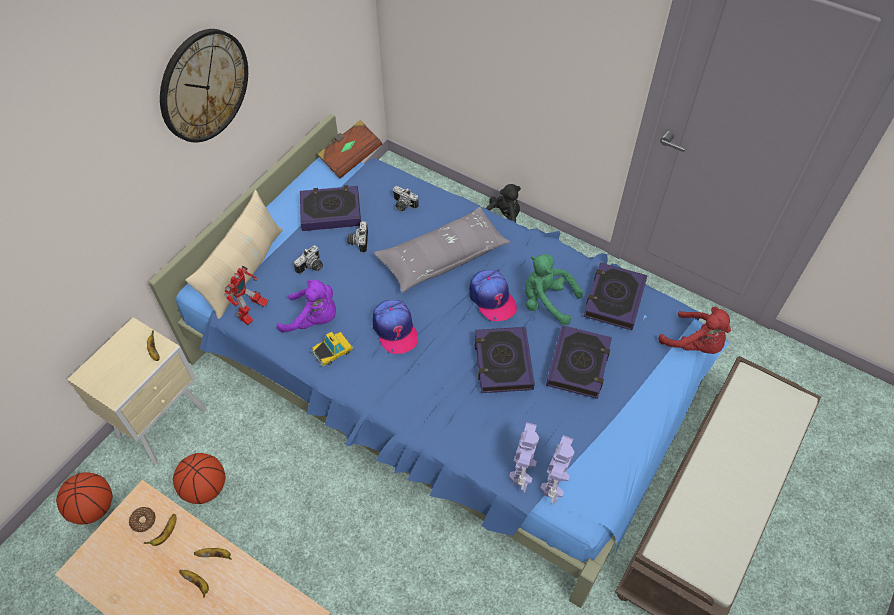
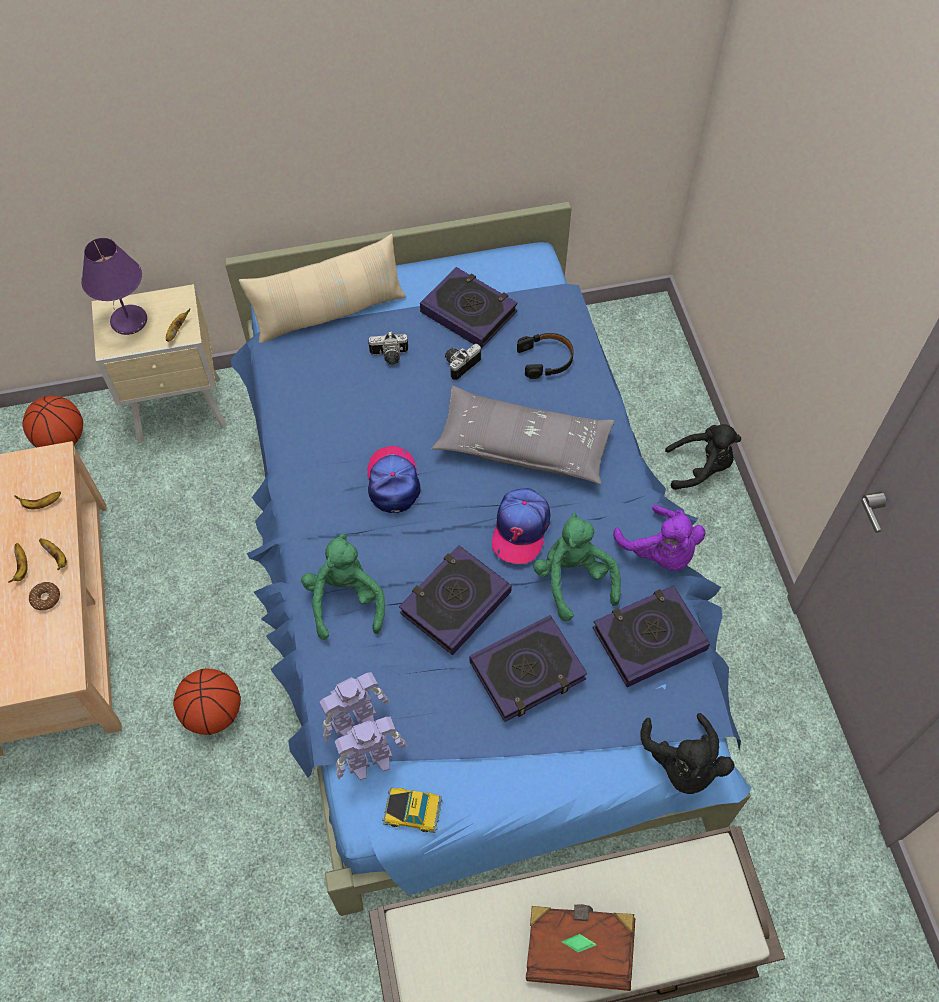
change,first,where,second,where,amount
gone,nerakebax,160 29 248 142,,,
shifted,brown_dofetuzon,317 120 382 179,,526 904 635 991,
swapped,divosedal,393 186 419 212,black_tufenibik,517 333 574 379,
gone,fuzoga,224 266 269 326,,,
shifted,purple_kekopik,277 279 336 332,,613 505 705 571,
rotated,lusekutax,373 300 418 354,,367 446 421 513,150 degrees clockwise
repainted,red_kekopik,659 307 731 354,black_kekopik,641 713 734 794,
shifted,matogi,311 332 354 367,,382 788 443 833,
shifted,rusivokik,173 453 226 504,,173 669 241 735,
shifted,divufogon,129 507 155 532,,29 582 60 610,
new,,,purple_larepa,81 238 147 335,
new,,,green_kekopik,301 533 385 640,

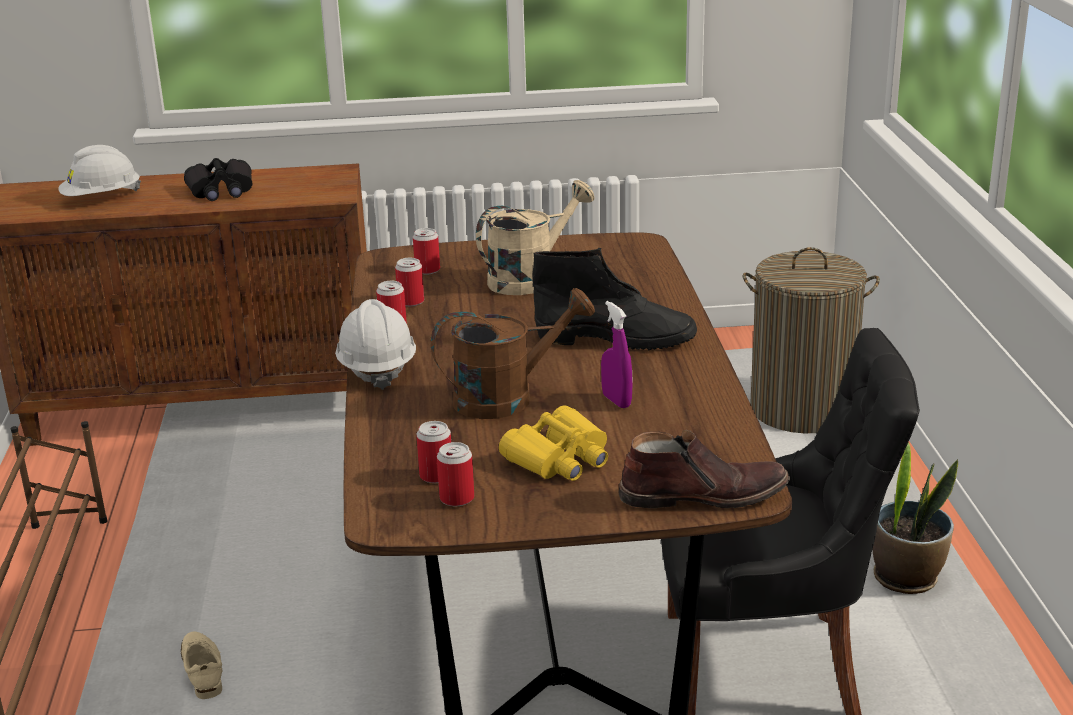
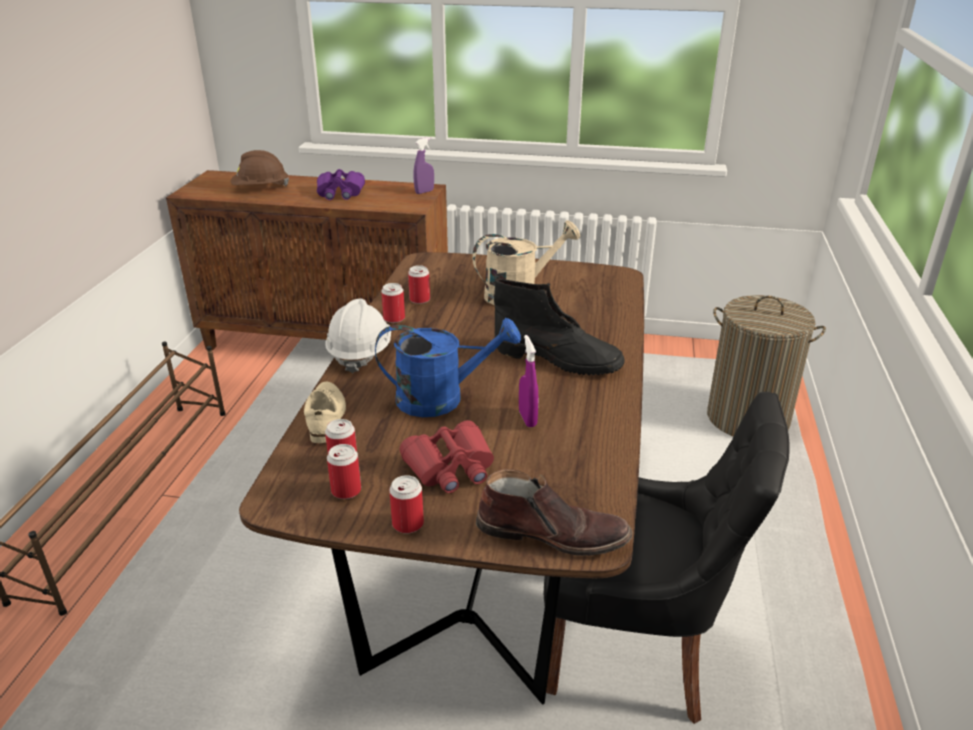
change,first,where,second,where,amount
repainted,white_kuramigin,58 145 141 196,brown_kuramigin,230 150 289 186,
repainted,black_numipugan,184 158 252 201,purple_numipugan,317 169 365 200,
shifted,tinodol,413 228 440 274,,389 475 424 534,
repainted,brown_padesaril,431 288 595 419,blue_padesaril,375 318 521 417,
repainted,yellow_numipugan,499 405 608 481,red_numipugan,400 420 494 493,
gone,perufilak,873 442 958 594,,,
shifted,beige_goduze,181 631 222 699,,304 382 346 443,
new,,,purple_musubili,414 137 434 194,

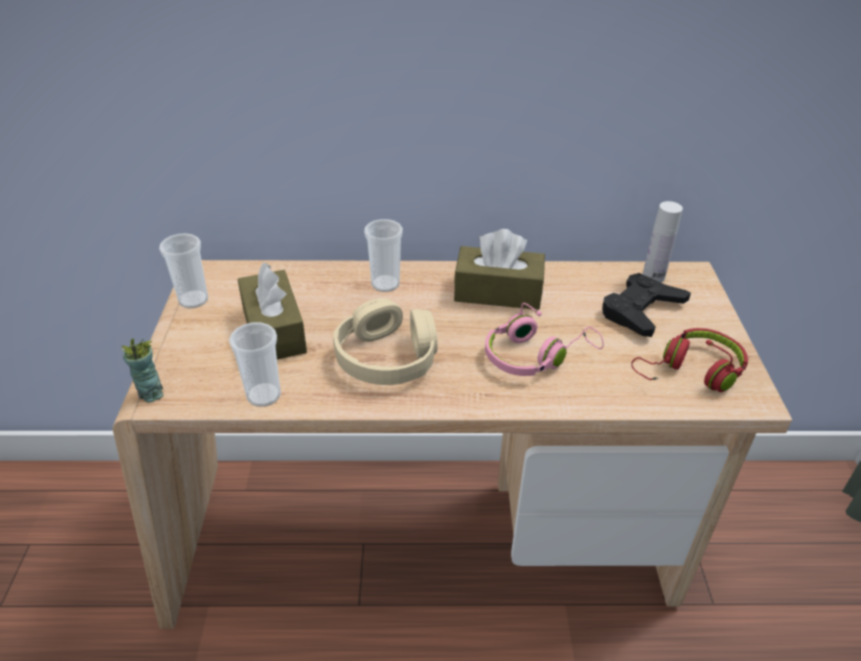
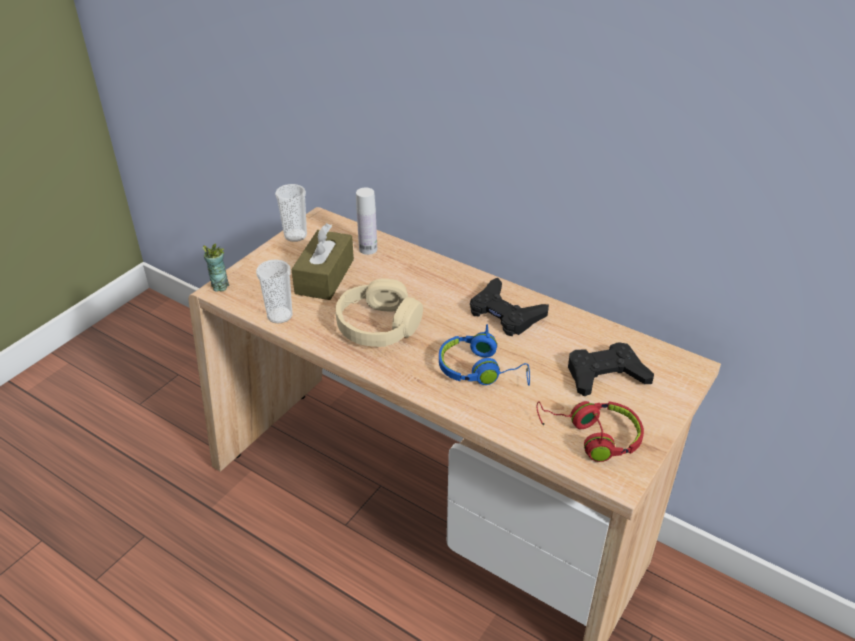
change,first,where,second,where,amount
shifted,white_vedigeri,642 201 683 283,,356 187 377 255,
gone,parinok,364 219 403 292,,,
swapped,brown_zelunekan,454 229 545 310,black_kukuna,470 278 549 336,
repainted,pink_tufenibik,485 303 604 376,blue_tufenibik,439 324 530 386,

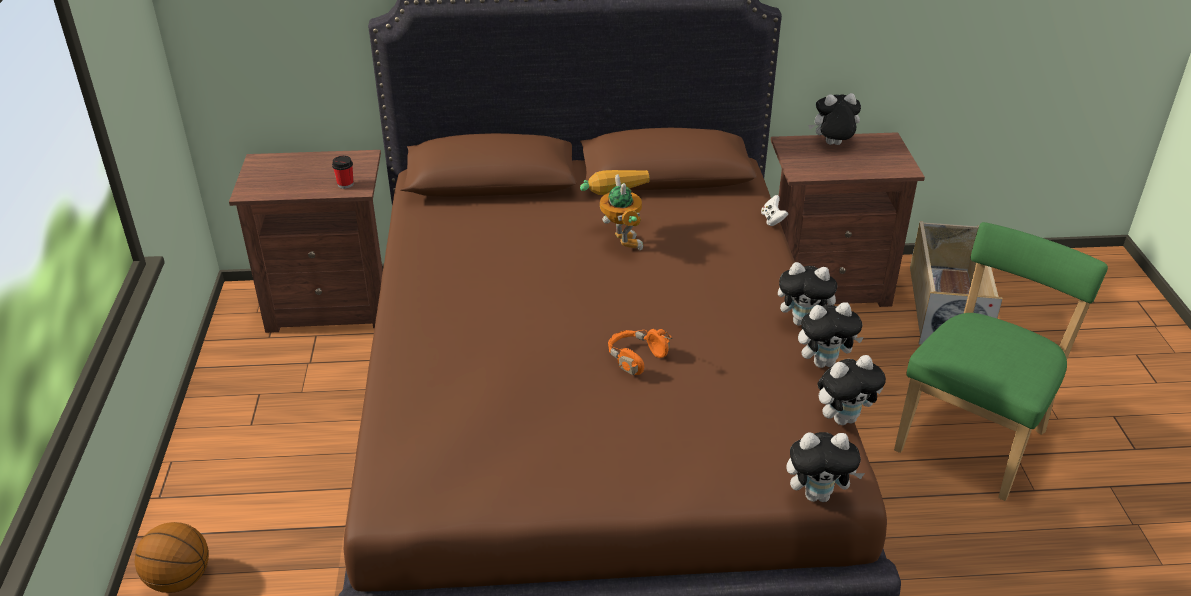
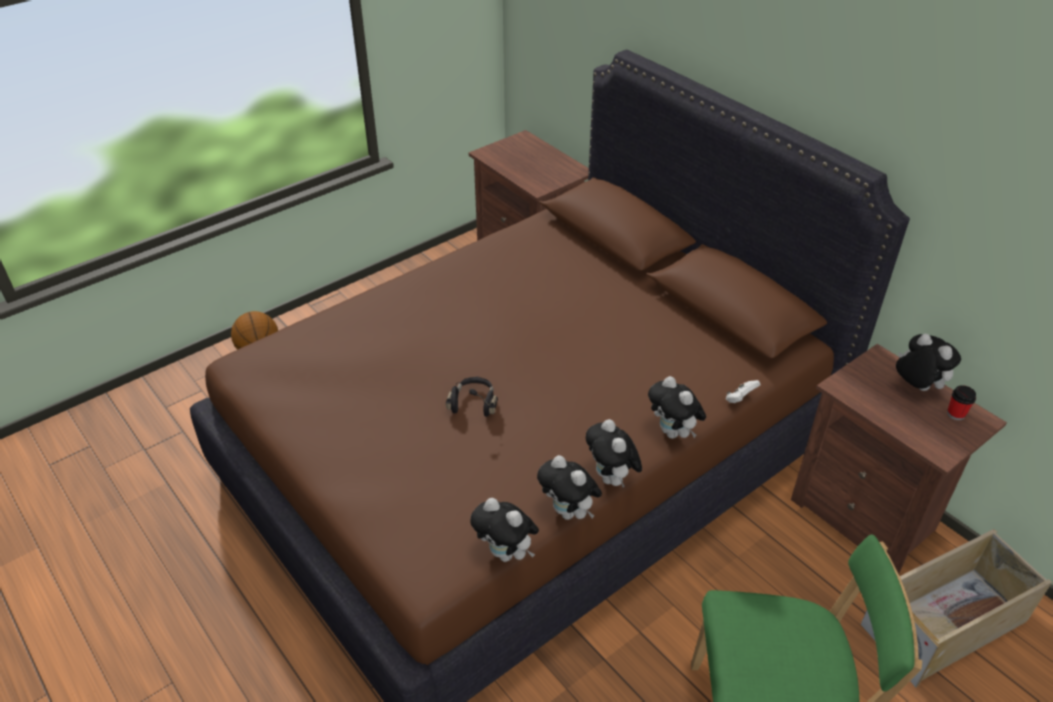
change,first,where,second,where,amount
shifted,parinok,332 156 353 189,,947 385 976 421,
gone,fuzoga,580 170 650 250,,,
repainted,orange_tufenibik,608 329 672 375,black_tufenibik,446 377 498 417,
shifted,kekopik,786 432 865 502,,648 376 706 439,

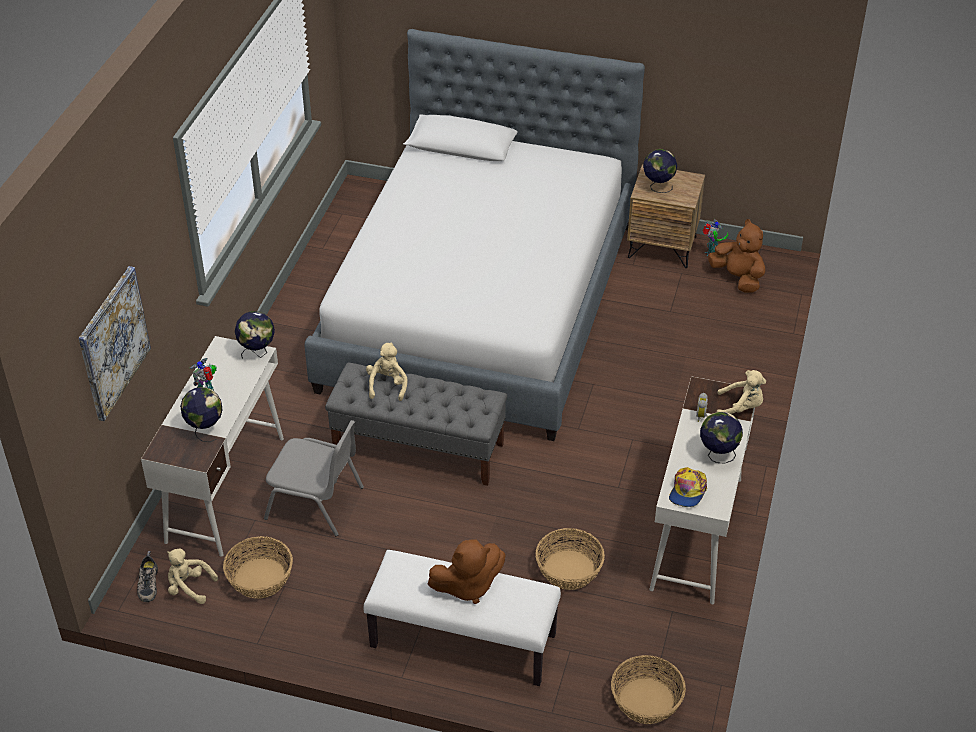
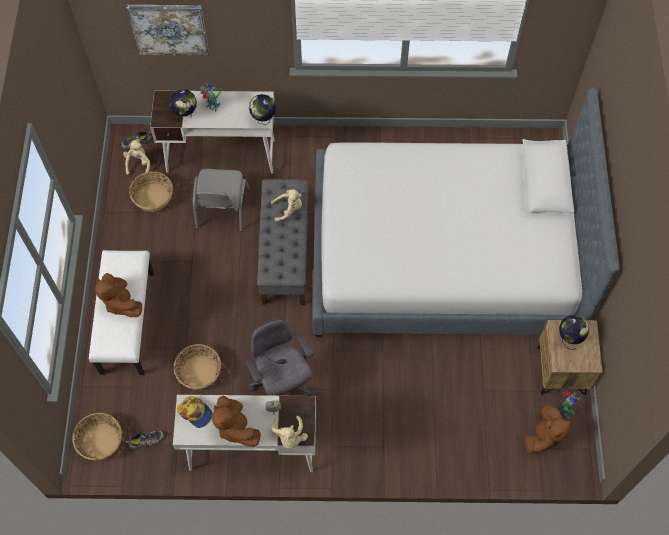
change,first,where,second,where,amount
swapped,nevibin,700 412 743 463,brown_kekopik,212 395 261 447,
rotated,lusekutax,669 467 707 507,,177 396 212 428,150 degrees counterclockwise
new,,,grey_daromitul,245 318 314 396,
new,,,goduze,125 431 164 449,

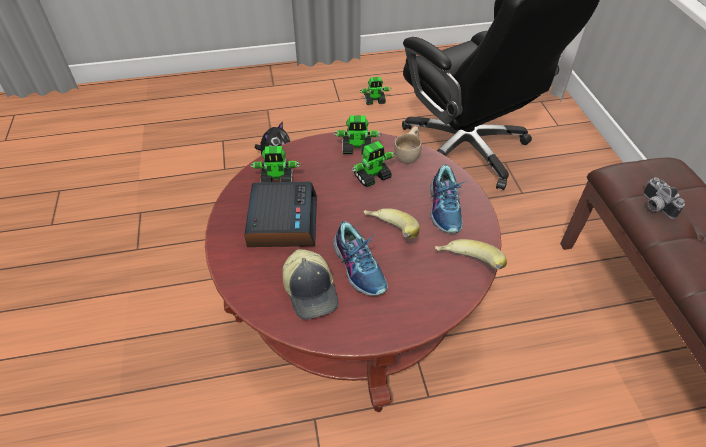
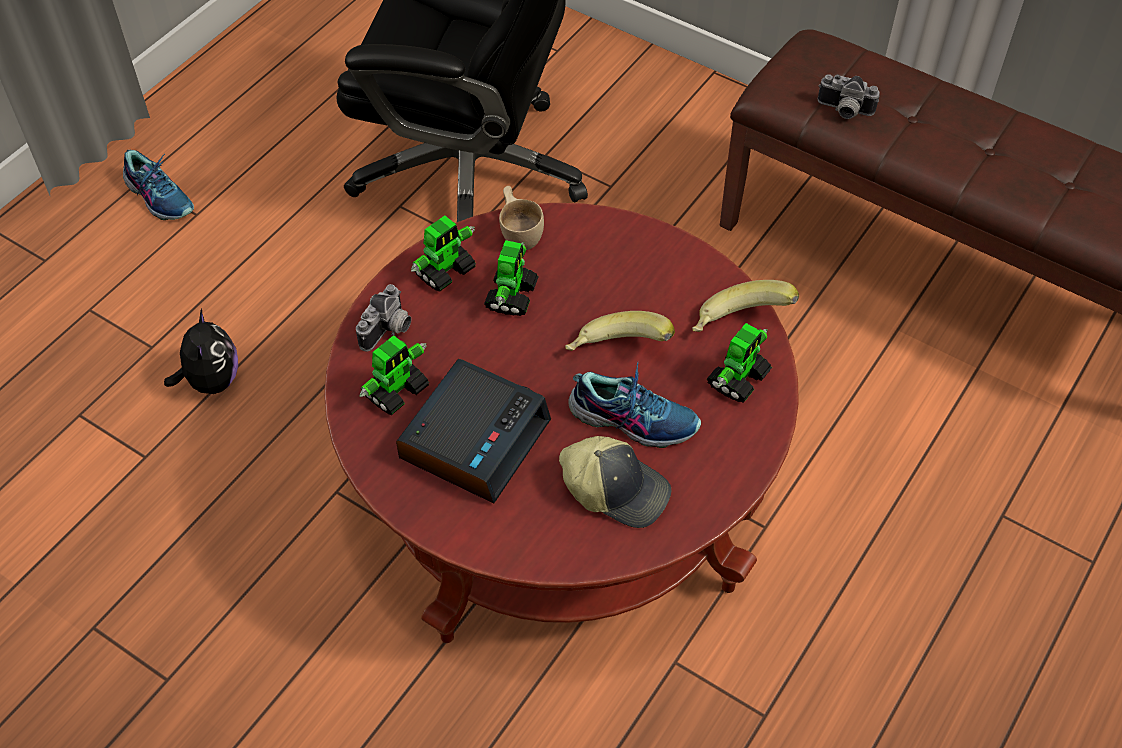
change,first,where,second,where,amount
shifted,fuzoga,360 77 392 105,,707 323 772 403,
shifted,goduze,430 164 467 233,,123 150 194 220,
rotated,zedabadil,244 182 317 247,,396 359 551 503,75 degrees clockwise
new,,,divosedal,356 284 411 351,

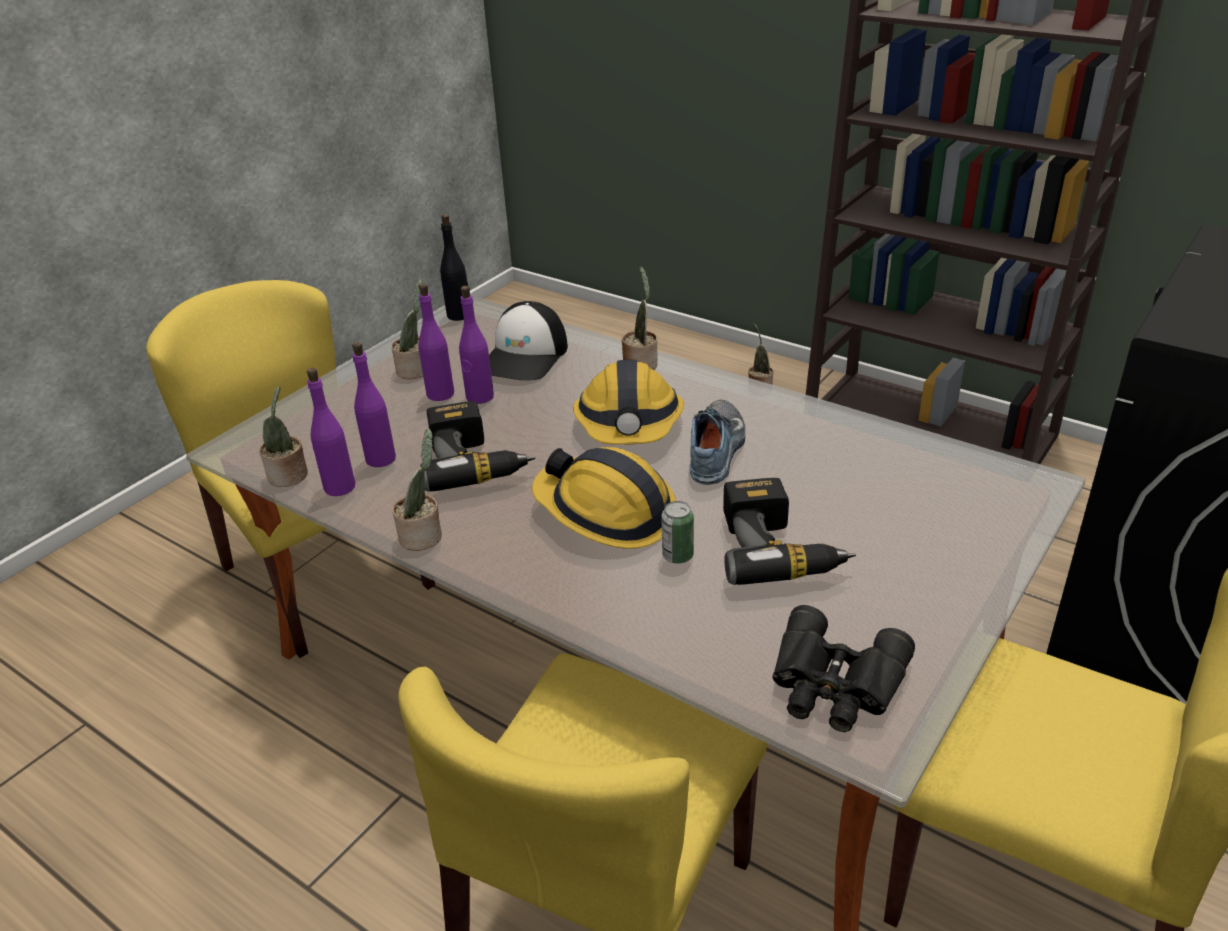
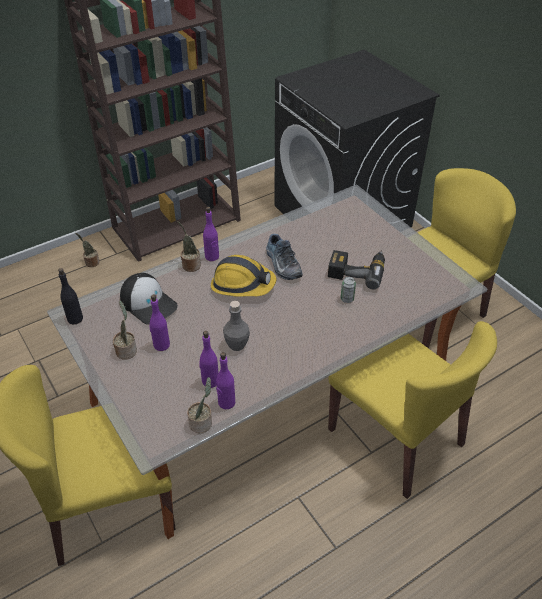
change,first,where,second,where,amount
shifted,purple_vedigeri,459 286 494 404,,203 207 219 261,
rotated,goduze,690 400 745 485,,266 234 303 280,150 degrees counterclockwise
swapped,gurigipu,420 401 535 492,grey_vedigeri,223 301 250 351,
gone,perufilak,393 429 442 551,,,
gone,kuramigin,532 447 676 549,,,
gone,black_numipugan,772 605 915 732,,,

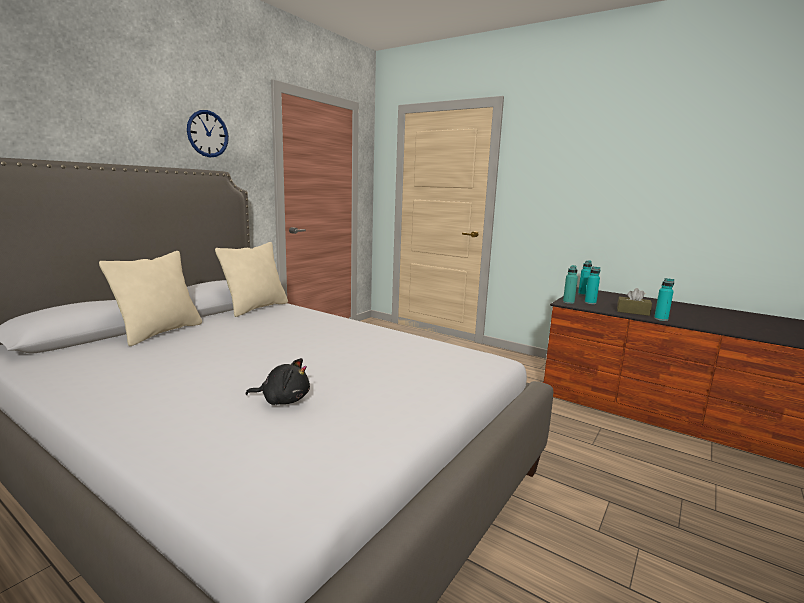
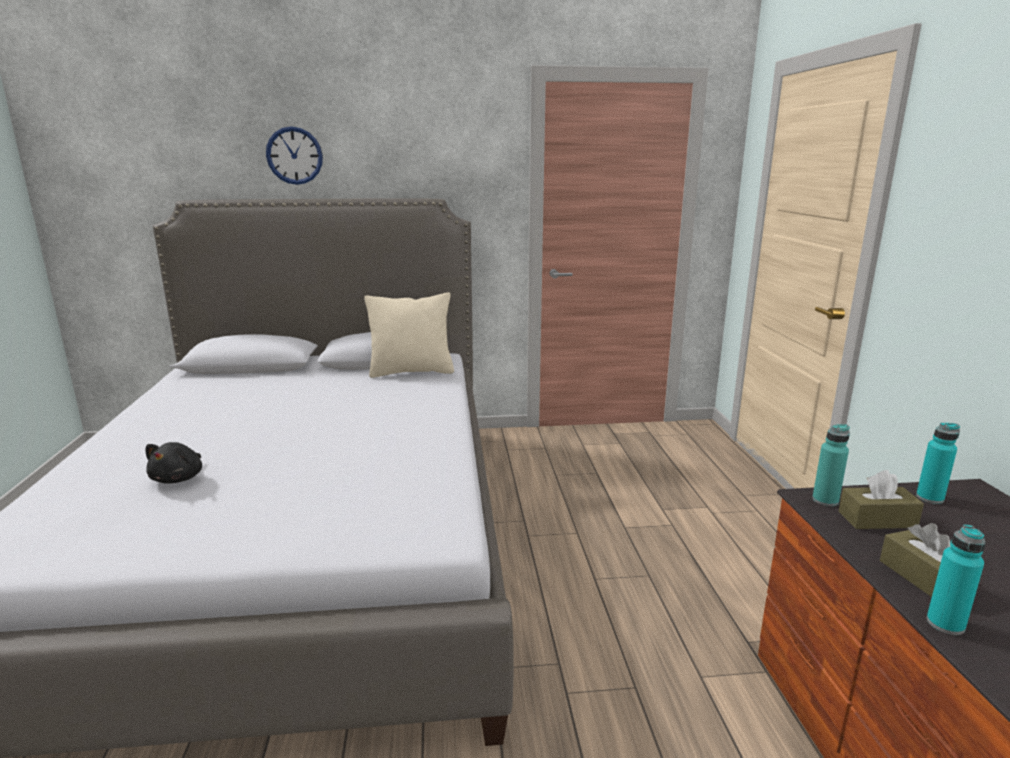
change,first,where,second,where,amount
shifted,nerakebax,187 110 229 157,,266 126 323 185,
gone,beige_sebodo,99 251 202 346,,,
swapped,turquoise_vedigeri,585 266 600 304,brown_zelunekan,839 470 924 529,
rotated,black_kekopik,245 358 310 405,,145 442 202 484,45 degrees clockwise

